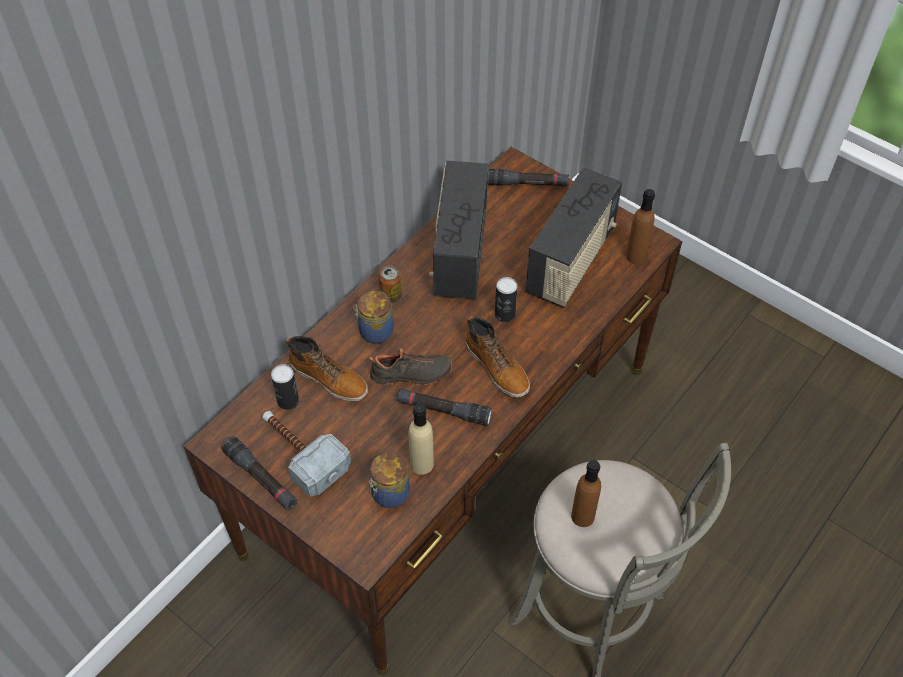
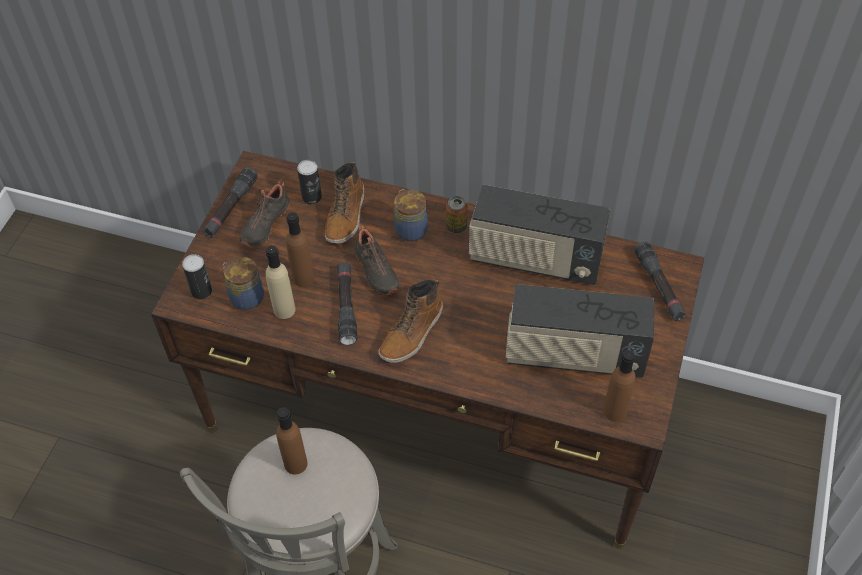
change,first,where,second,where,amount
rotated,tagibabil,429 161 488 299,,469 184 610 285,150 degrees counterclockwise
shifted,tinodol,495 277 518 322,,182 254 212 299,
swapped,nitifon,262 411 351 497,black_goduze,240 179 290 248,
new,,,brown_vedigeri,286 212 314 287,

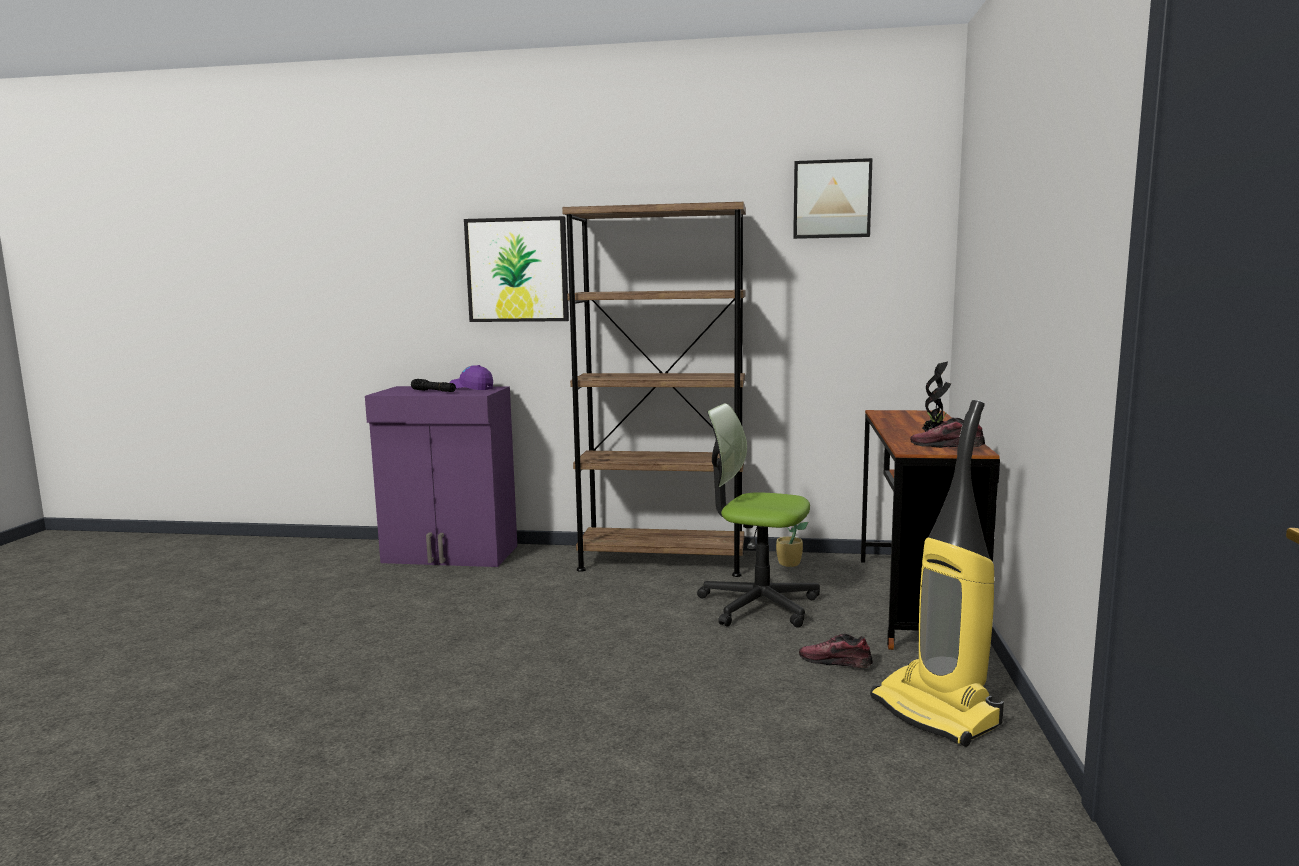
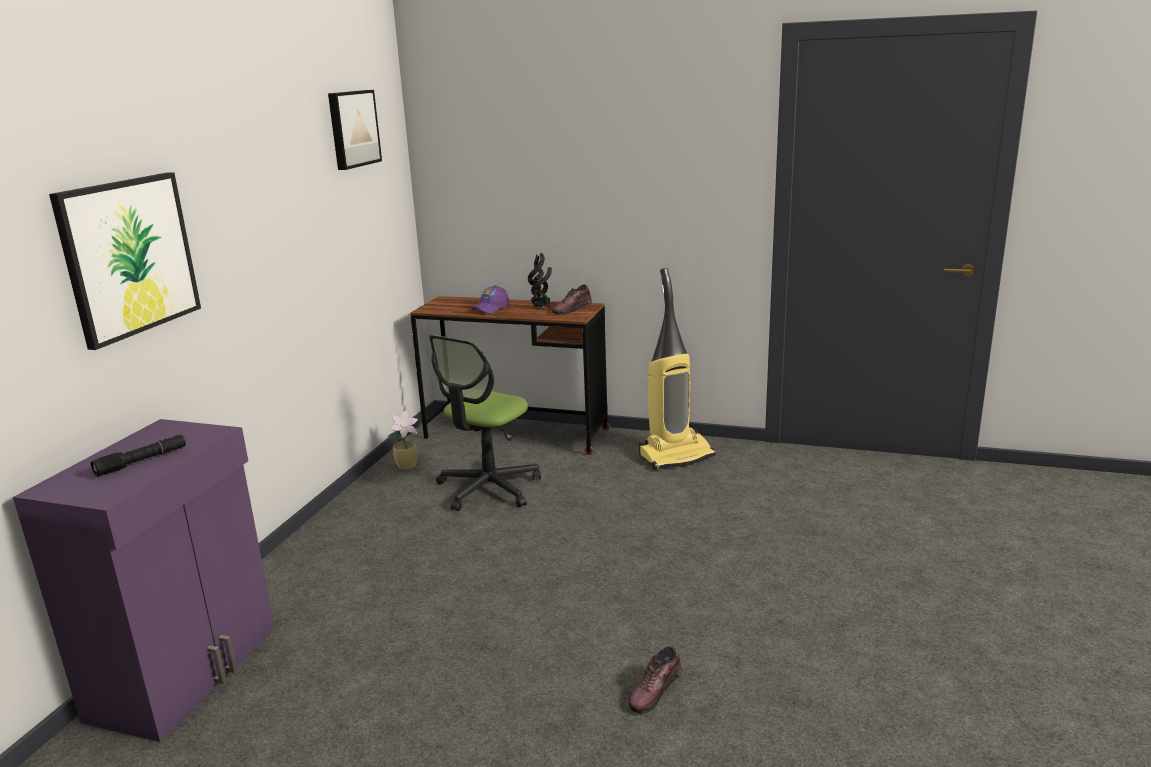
change,first,where,second,where,amount
gone,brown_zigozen,562 202 746 577,,,
shifted,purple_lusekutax,449 365 493 390,,471 285 509 313,
shifted,goduze,799 634 873 668,,629 647 681 714,

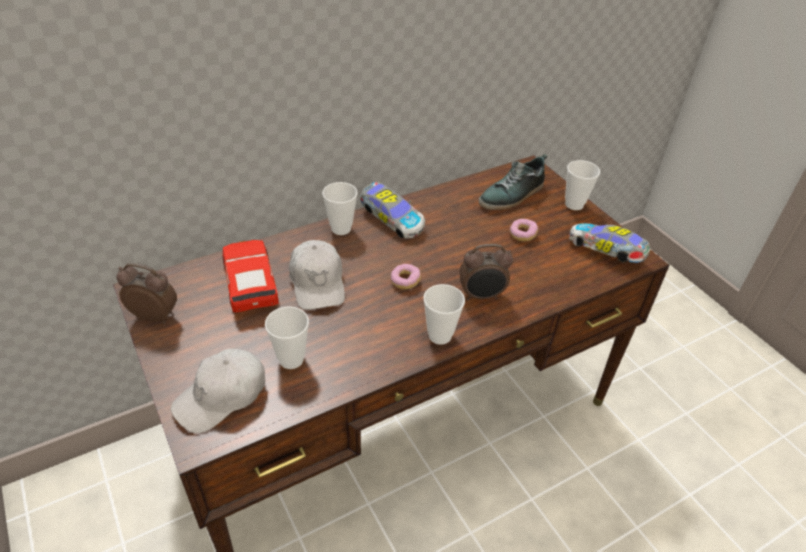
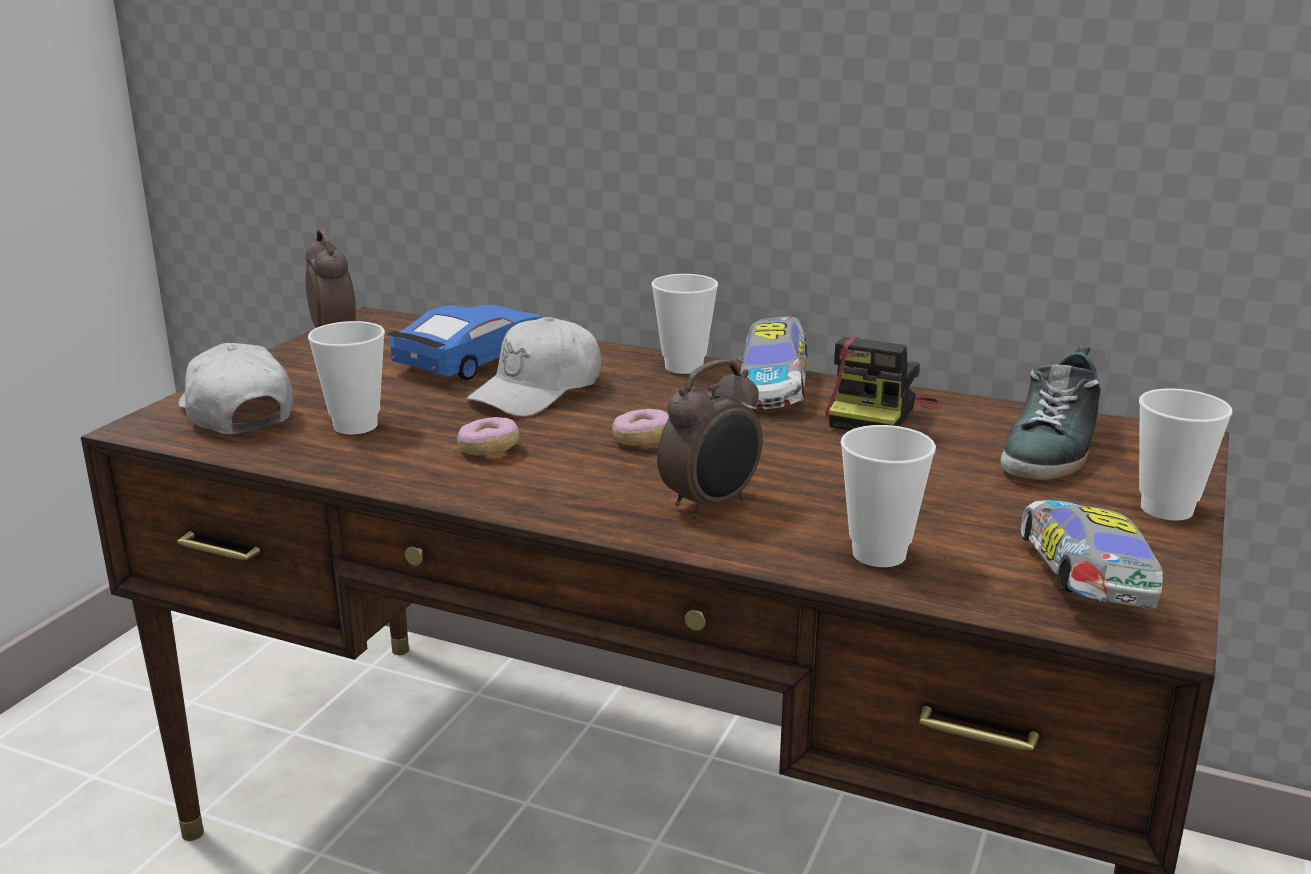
change,first,where,second,where,amount
rotated,goduze,479 154 548 210,,1000 345 1101 480,75 degrees counterclockwise
shifted,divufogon,510 219 538 241,,457 417 519 455,
repainted,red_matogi,222 240 279 312,blue_matogi,387 305 542 380,
rotated,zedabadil,459 244 513 300,,657 359 763 519,90 degrees counterclockwise
shifted,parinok,423 284 465 345,,840 425 936 567,
rotated,white_lusekutax,171 349 265 433,,178 343 293 435,45 degrees clockwise
new,,,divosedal,825 337 940 430,

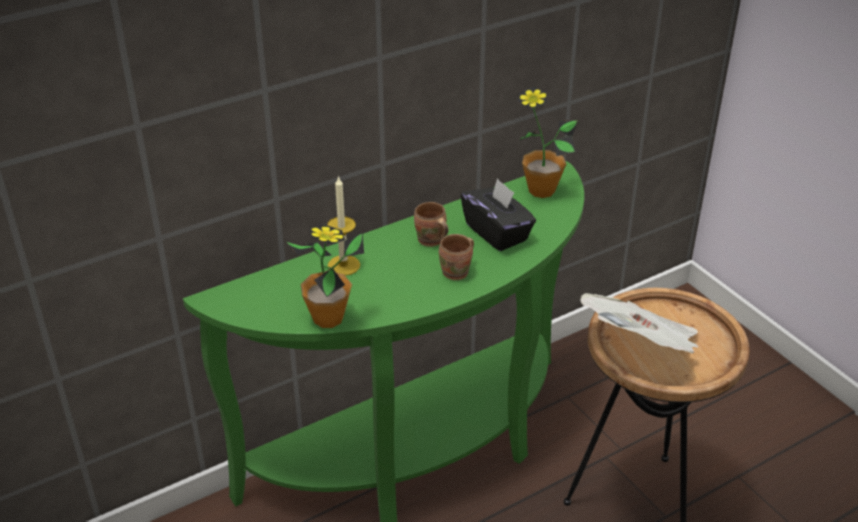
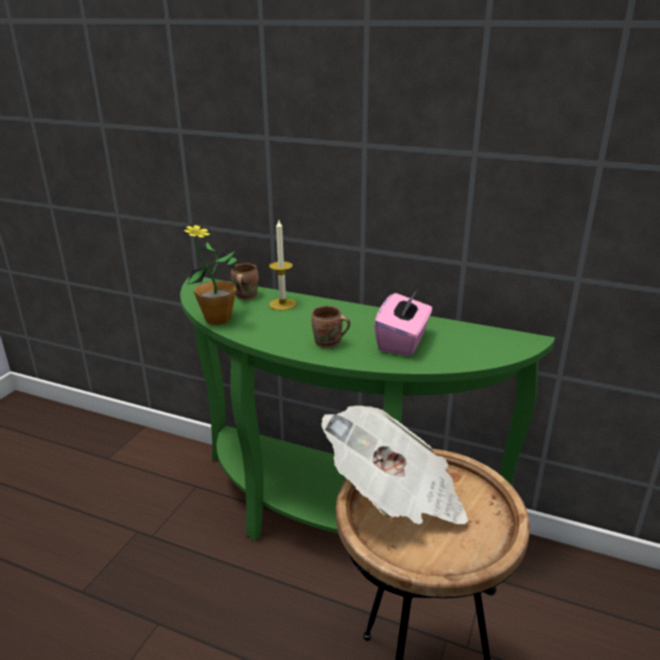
change,first,where,second,where,amount
gone,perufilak,517 87 578 198,,,
repainted,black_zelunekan,461 178 536 251,pink_zelunekan,374 289 432 356,
shifted,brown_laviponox,414 202 448 247,,231 263 259 300,

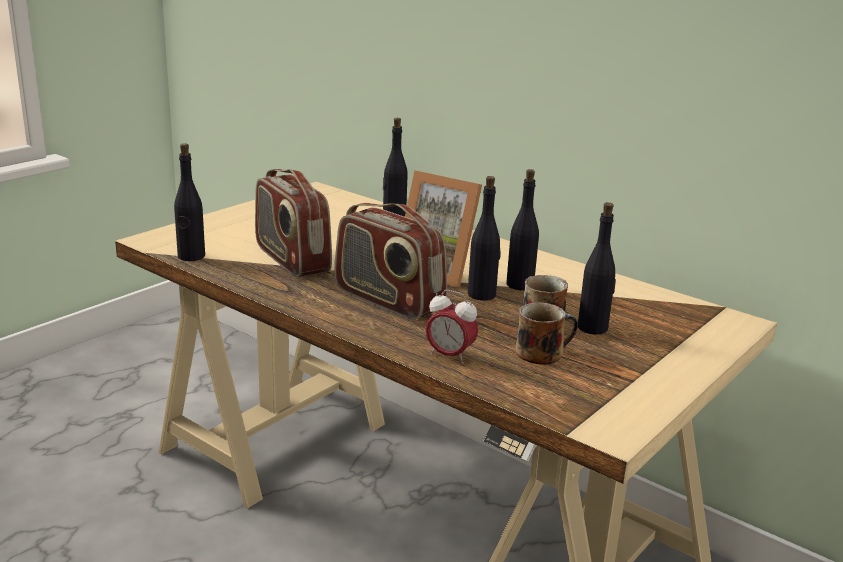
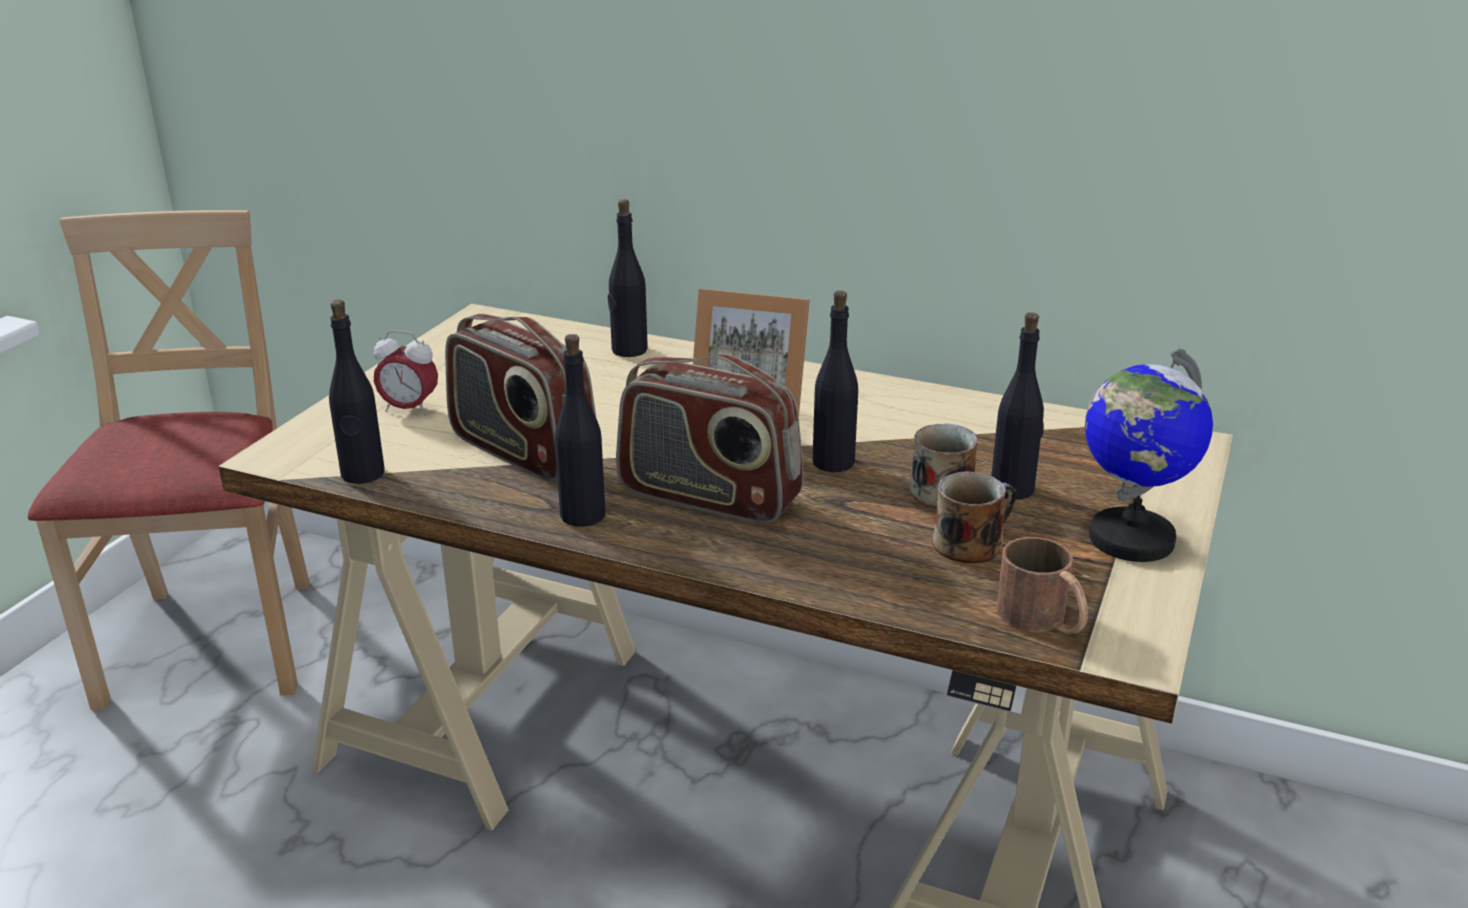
change,first,where,second,where,amount
shifted,black_vedigeri,506 169 539 290,,555 334 605 527,
shifted,zedabadil,425 290 478 364,,373 330 438 416,
new,,,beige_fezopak,28 210 310 710,
new,,,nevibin,1085 348 1213 562,
new,,,brown_laviponox,996 537 1088 634,

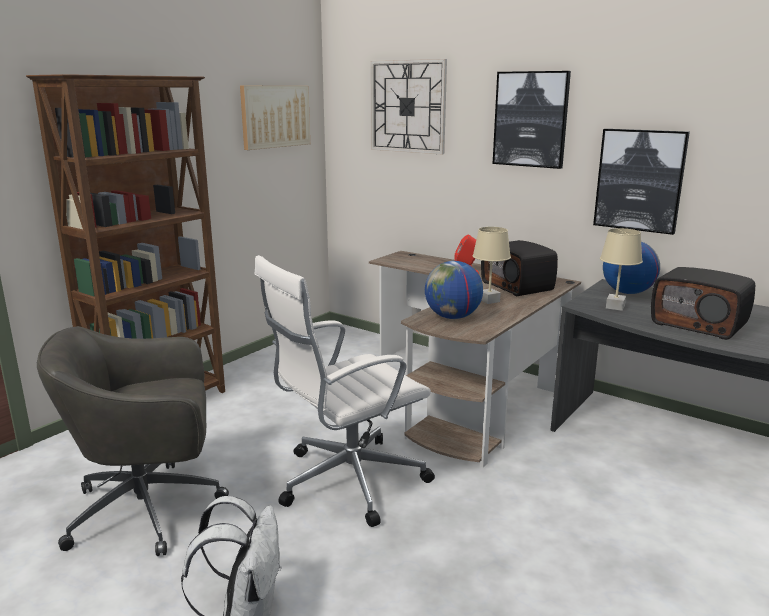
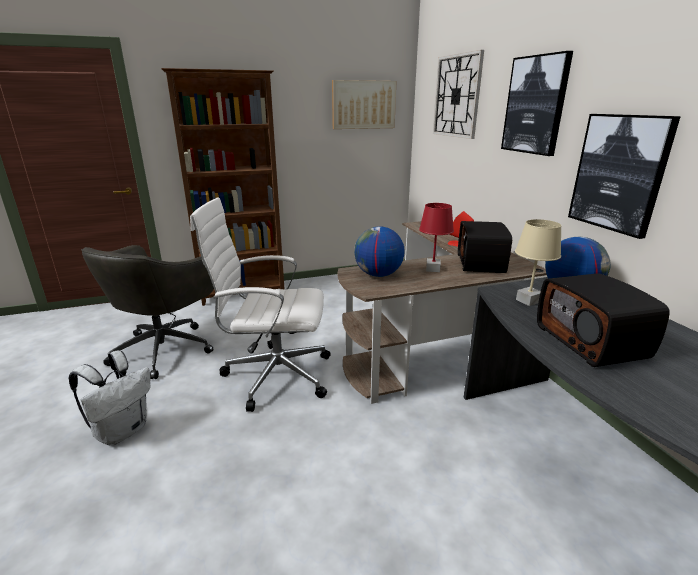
change,first,where,second,where,amount
repainted,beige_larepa,473 227 511 304,red_larepa,419 203 454 272,
rotated,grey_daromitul,37 326 229 556,,81 245 214 379,90 degrees counterclockwise

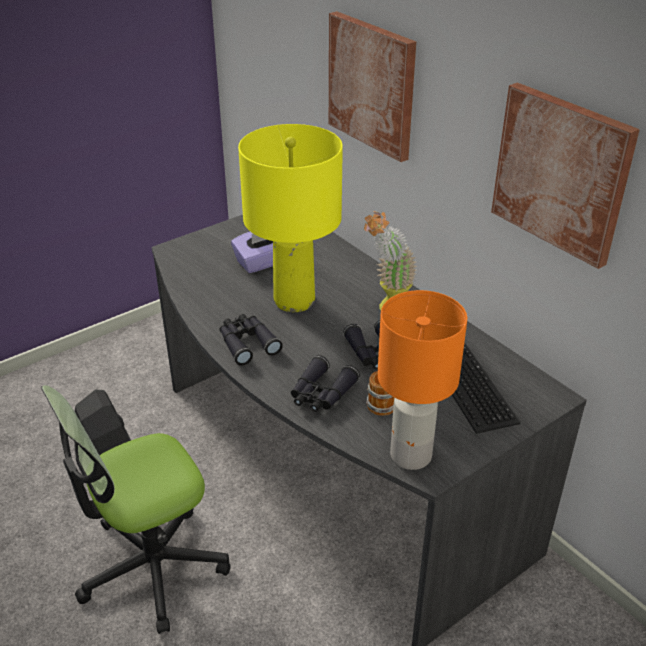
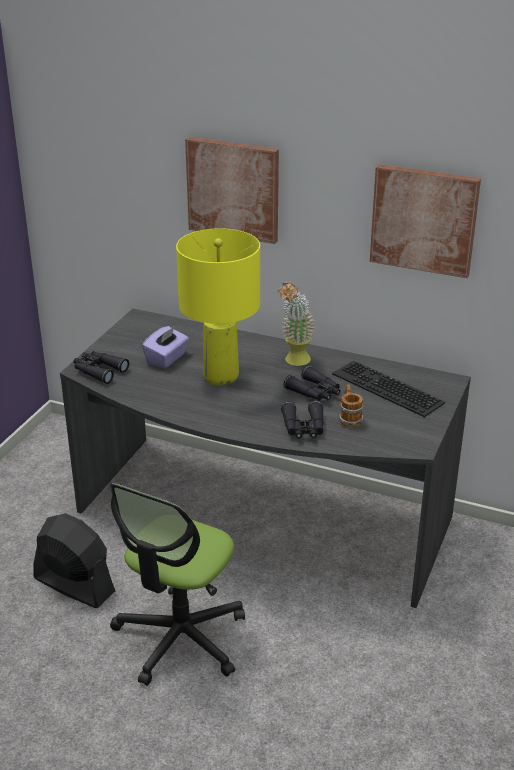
change,first,where,second,where,amount
gone,orange_larepa,378 290 467 470,,,
shifted,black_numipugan,219 314 283 366,,73 351 129 384,

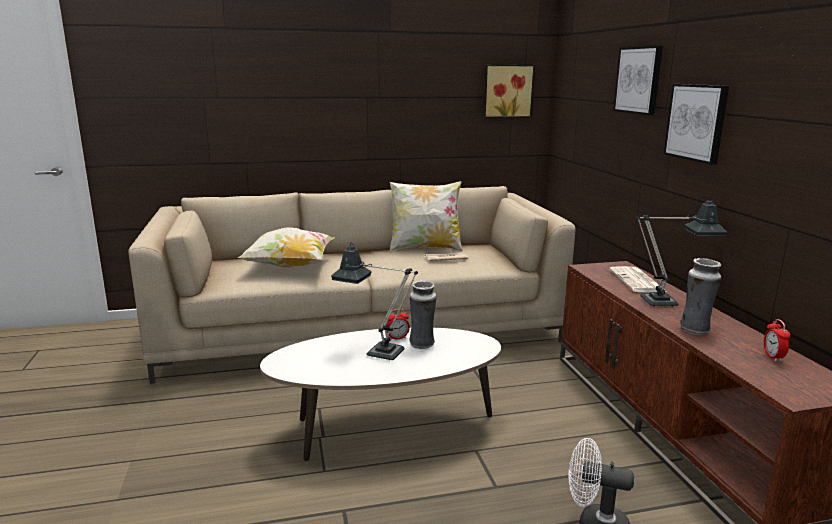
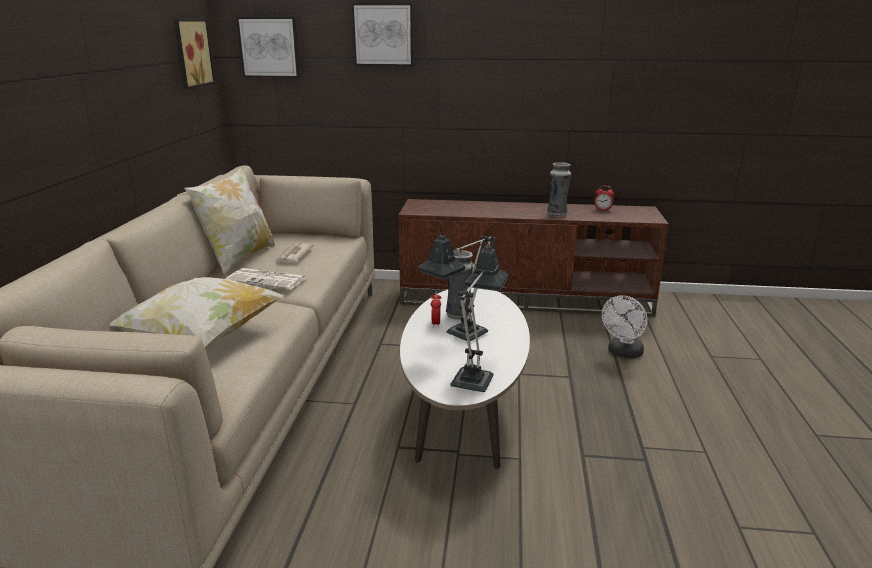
change,first,where,second,where,amount
shifted,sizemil,664 84 729 165,,237 17 300 78,
shifted,larepa,636 196 727 307,,451 241 509 392,
shifted,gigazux,609 266 667 292,,226 268 307 290,

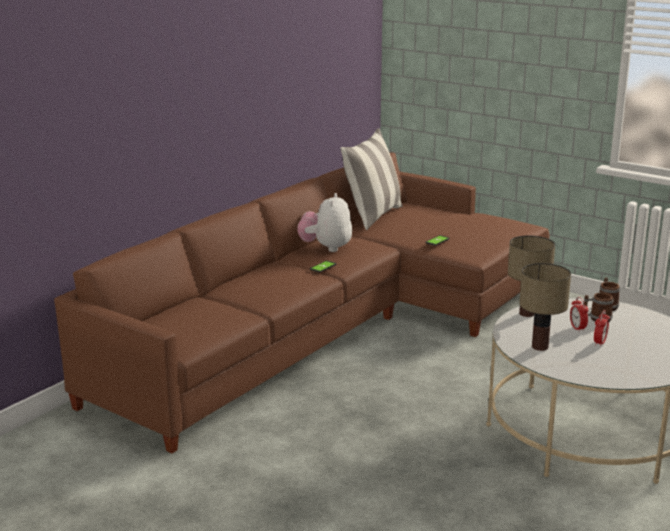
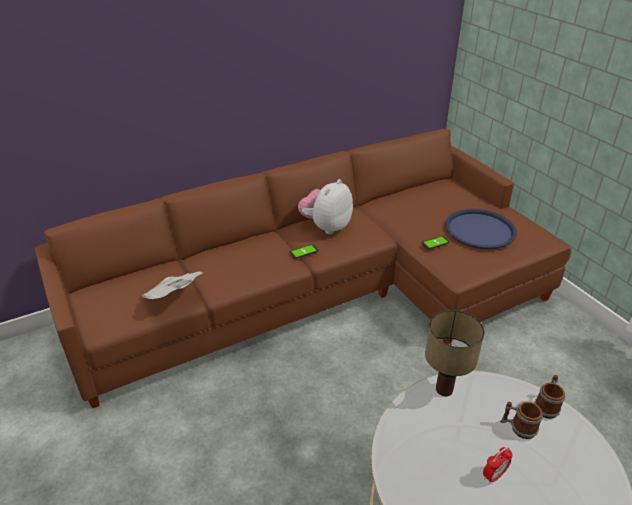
change,first,where,second,where,amount
gone,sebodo,340 128 402 230,,,
gone,larepa,519 263 571 351,,,
gone,zedabadil,570 297 588 332,,,
new,,,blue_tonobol,445 209 517 249,
new,,,gigazux,141 271 202 299,

